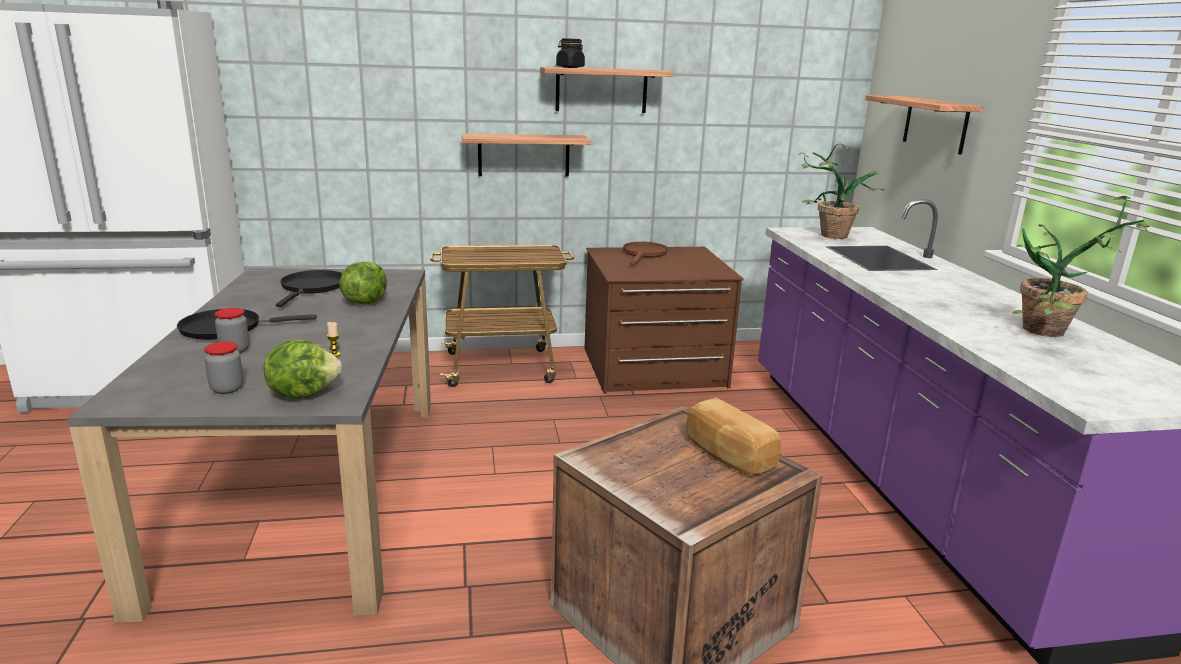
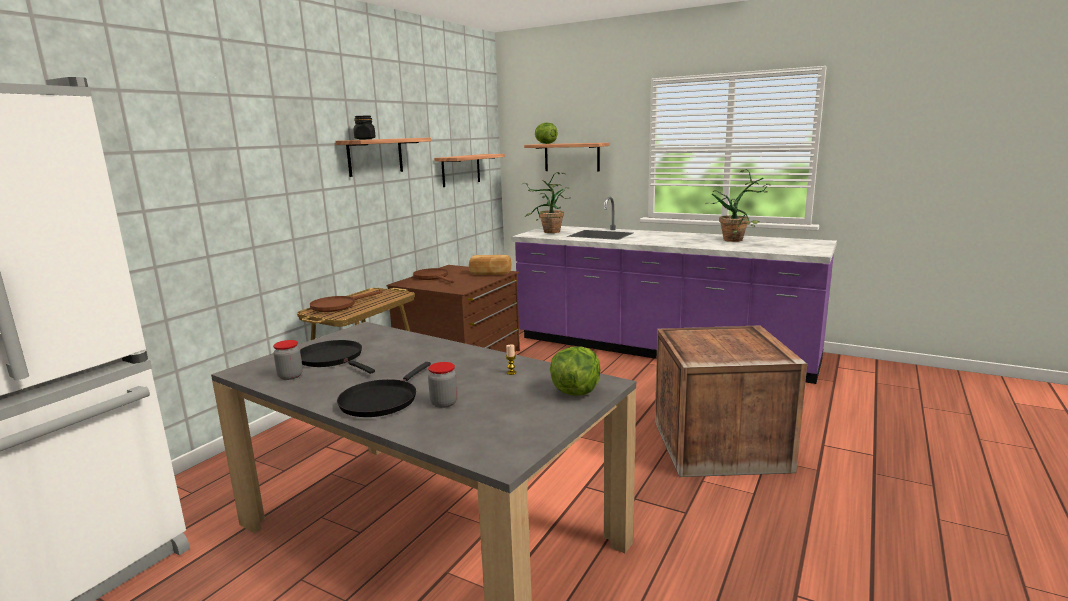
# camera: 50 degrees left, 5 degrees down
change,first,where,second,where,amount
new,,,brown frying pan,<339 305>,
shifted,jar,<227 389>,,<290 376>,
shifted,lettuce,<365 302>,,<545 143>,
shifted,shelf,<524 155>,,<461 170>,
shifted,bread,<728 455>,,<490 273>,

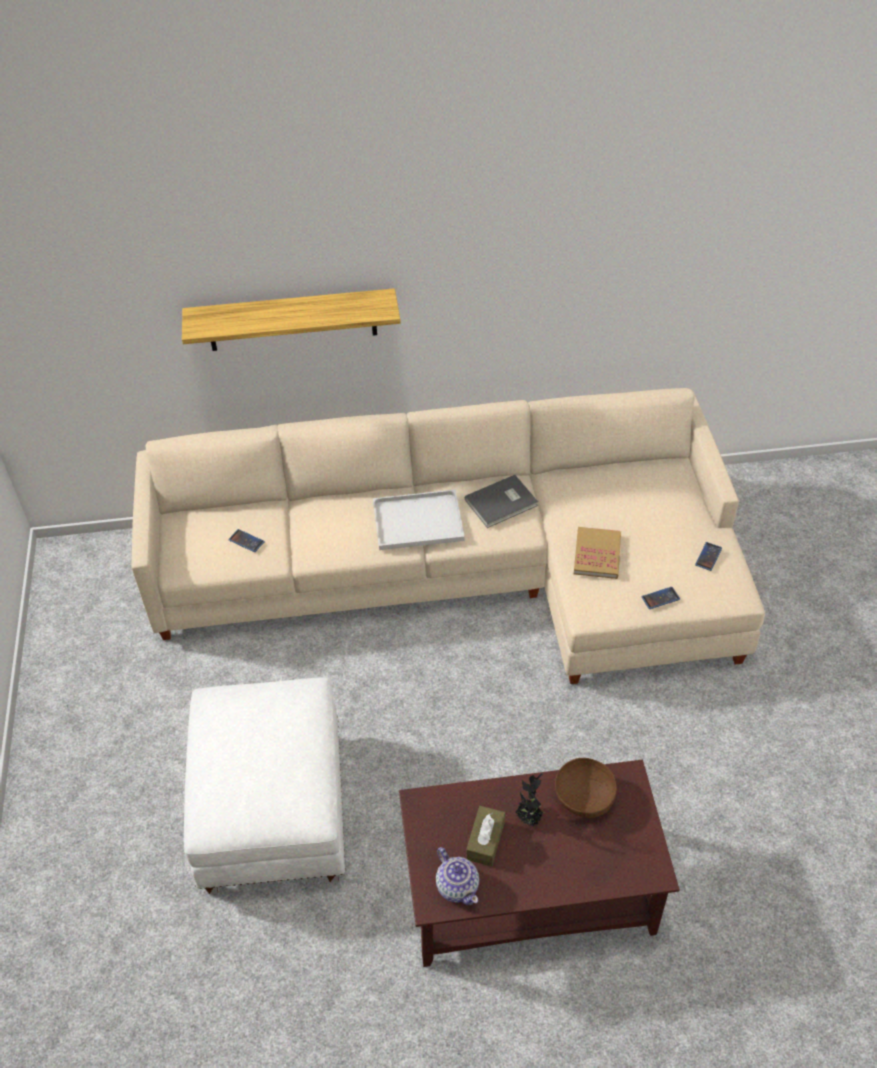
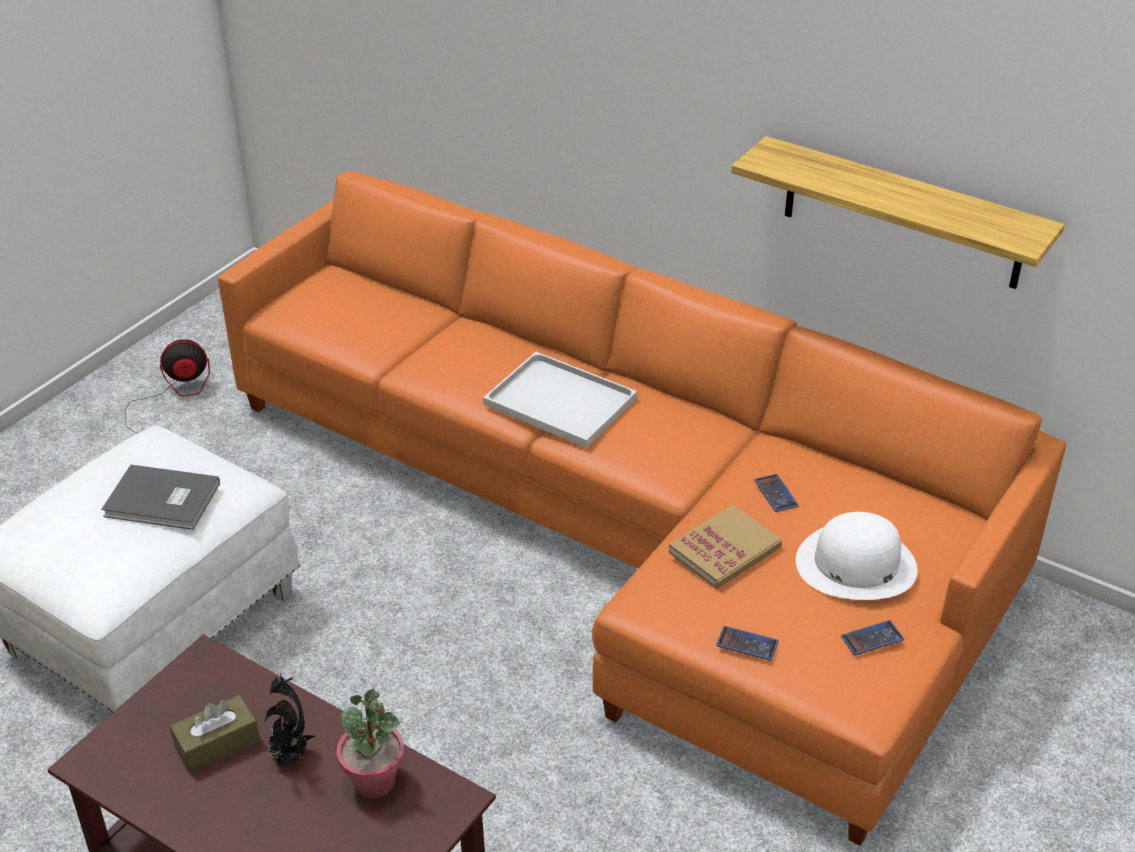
# camera: 40 degrees right, 10 degrees down
change,first,where,second,where,amount
gone,teapot,<457 886>,,,
new,,,fan,<173 399>,
new,,,white hat,<855 564>,
shifted,shelf,<292 320>,,<902 214>,
shifted,phone,<246 541>,,<776 493>,
shifted,grey book,<502 503>,,<162 502>,
swapped,brown bowl,<583 797>,potted plant,<374 781>,
repainted,beige sofa,<468 569>,orange sofa,<632 527>,

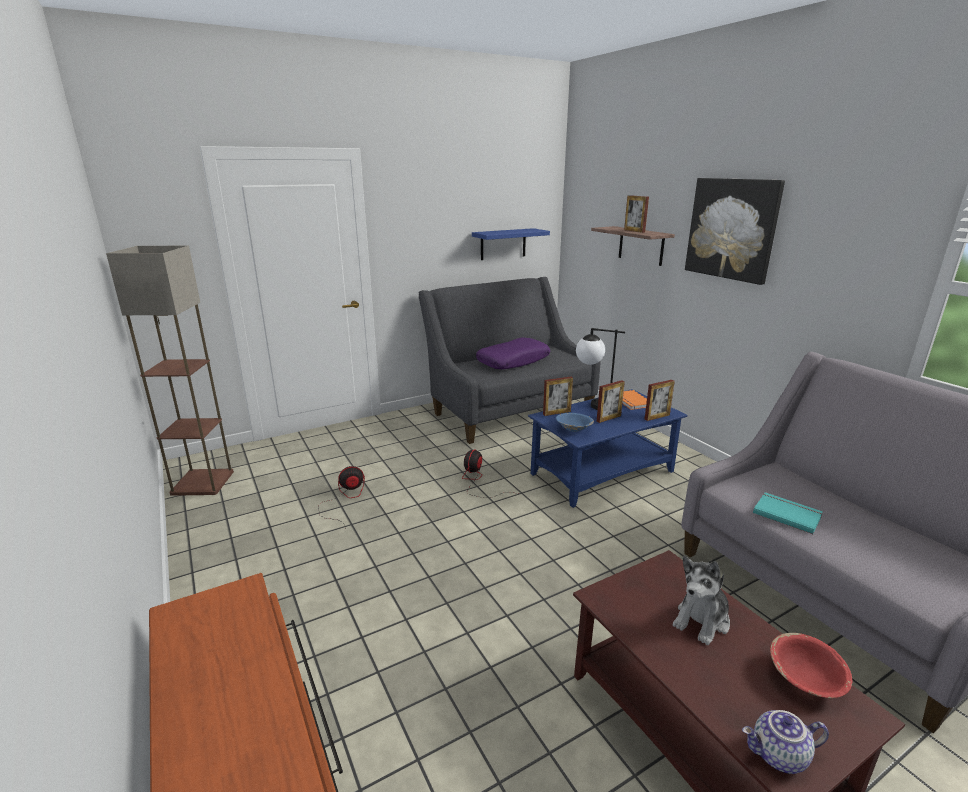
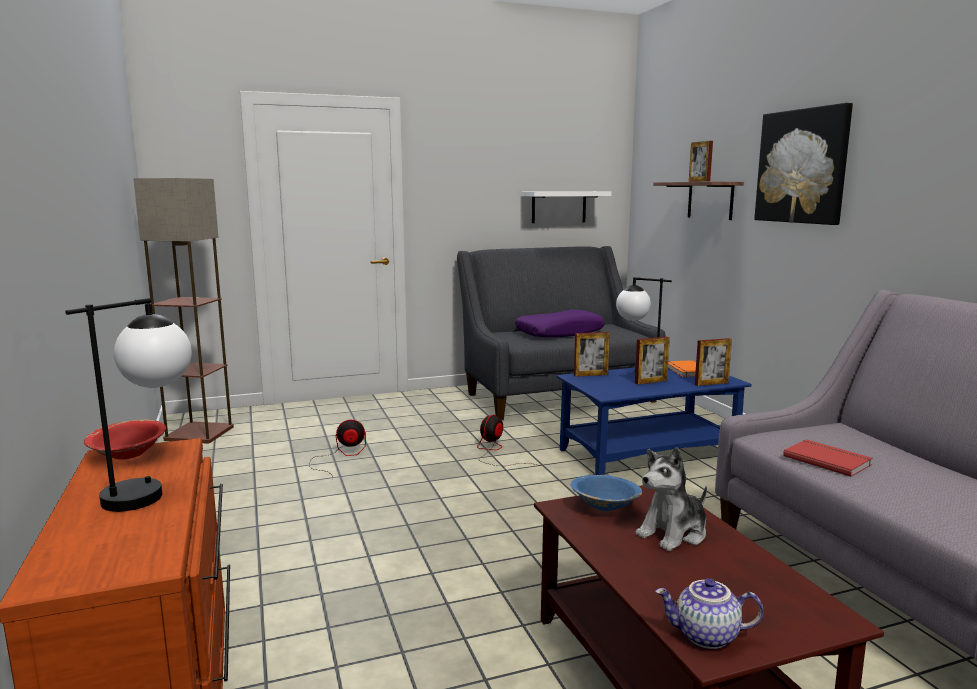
# camera: 10 degrees right, 10 degrees down
change,first,where,second,where,amount
new,,,table lamp,<153 490>,
shifted,blue bowl,<574 429>,,<605 506>,
shifted,red bowl,<805 678>,,<128 454>,
repainted,blue shelf,<503 244>,white shelf,<559 207>,
repainted,turquoise book,<787 514>,red book,<827 460>,

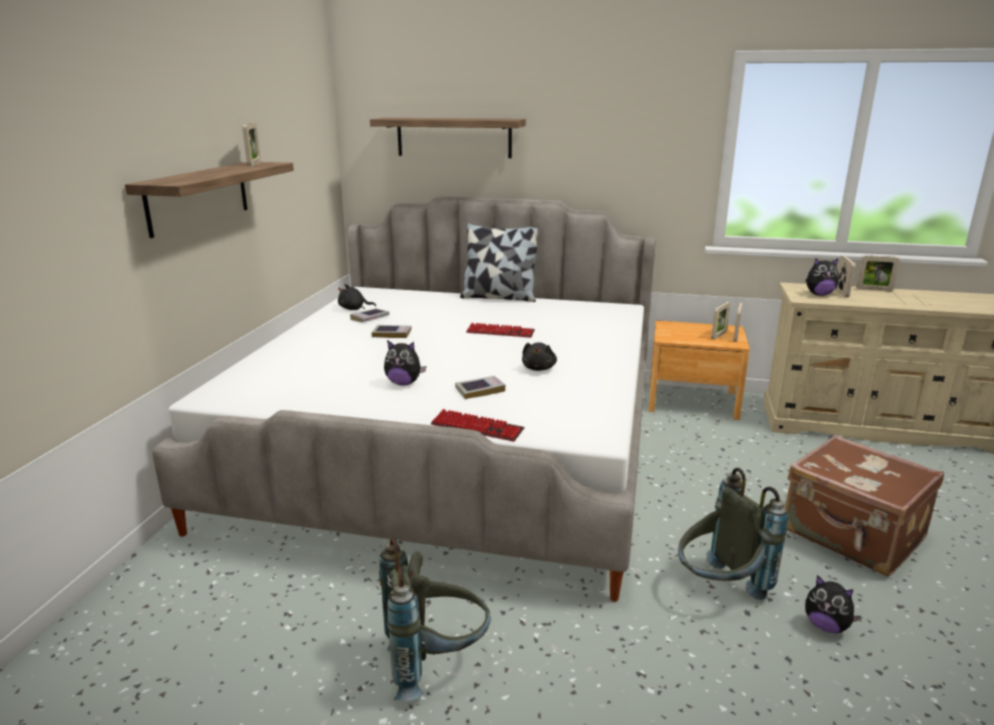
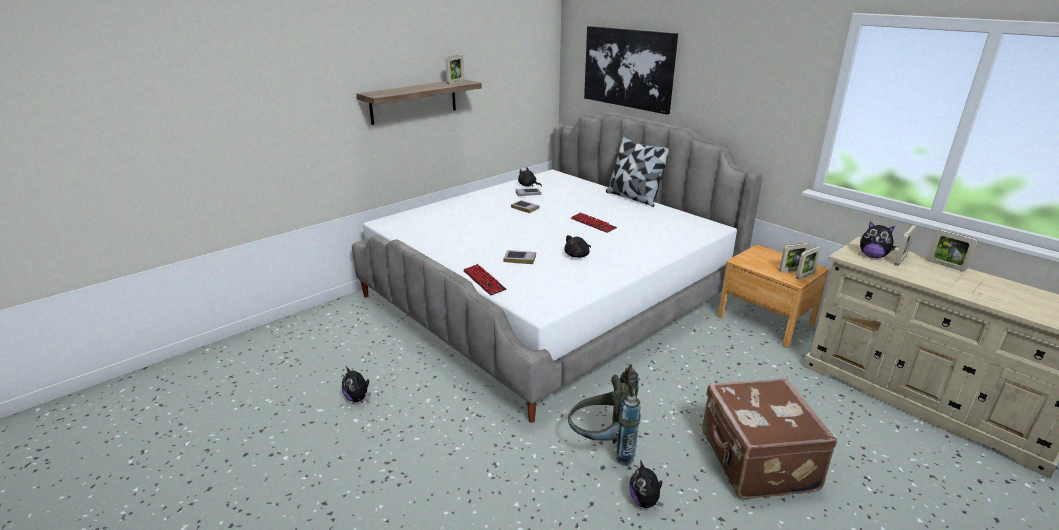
# camera: 35 degrees right, 5 degrees up
change,first,where,second,where,amount
gone,grey backpack,<435 663>,,,
shifted,plush toy,<404 383>,,<358 398>,
swapped,shelf,<454 137>,picture,<628 68>,

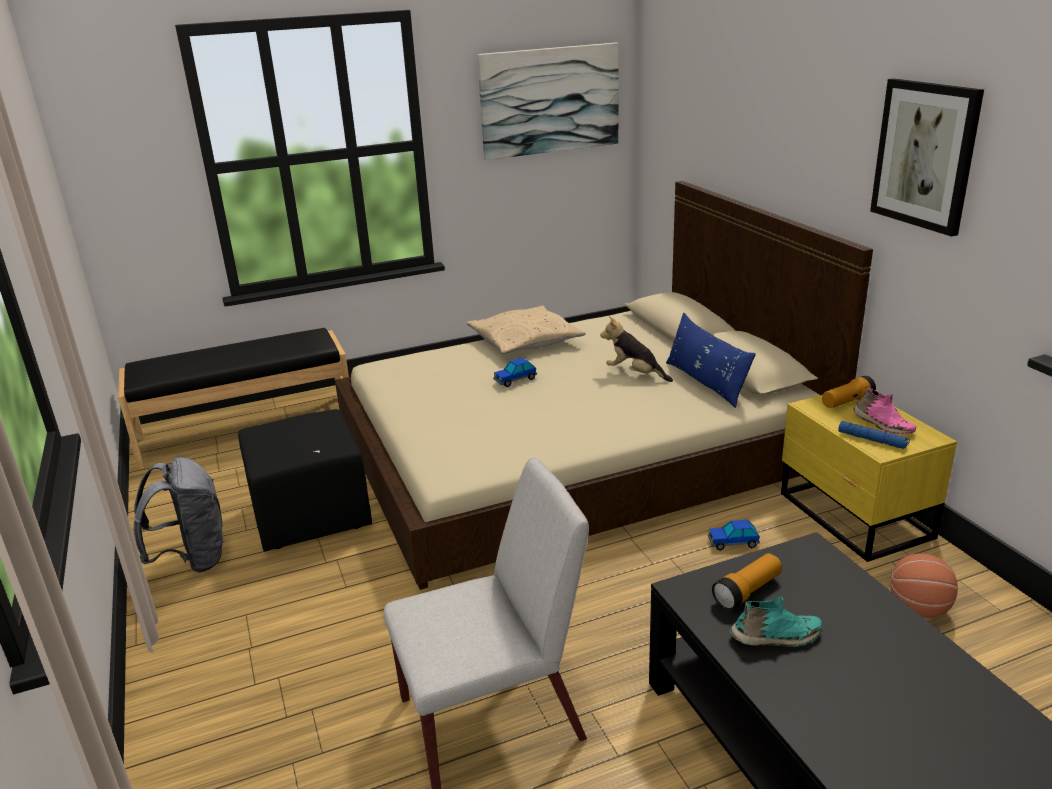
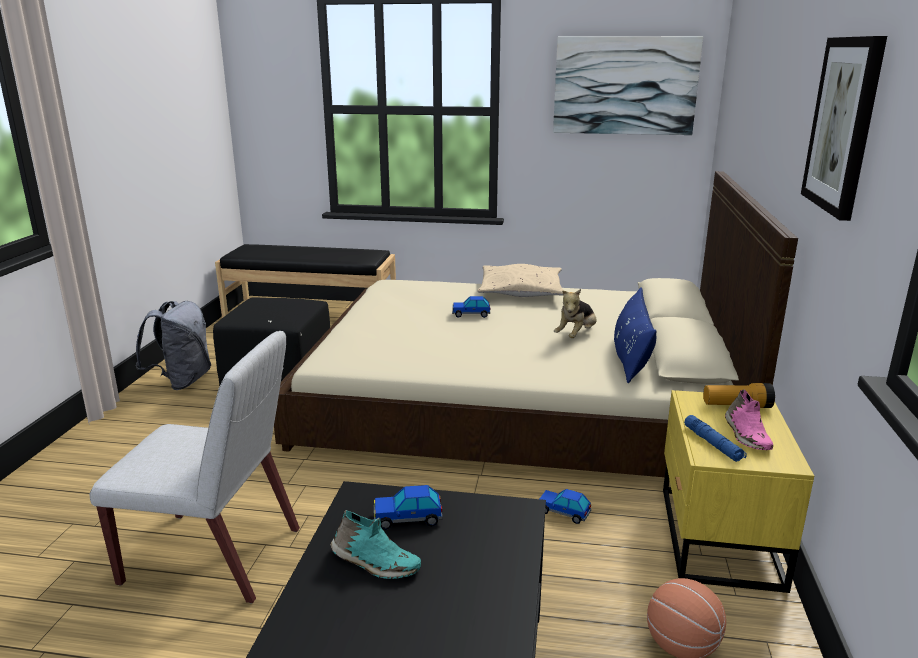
# camera: 30 degrees right, 5 degrees down
change,first,where,second,where,amount
swapped,flashlight,<747 591>,toy car,<407 518>,
rotated,plush toy,<635 374>,,<576 335>,120 degrees counterclockwise

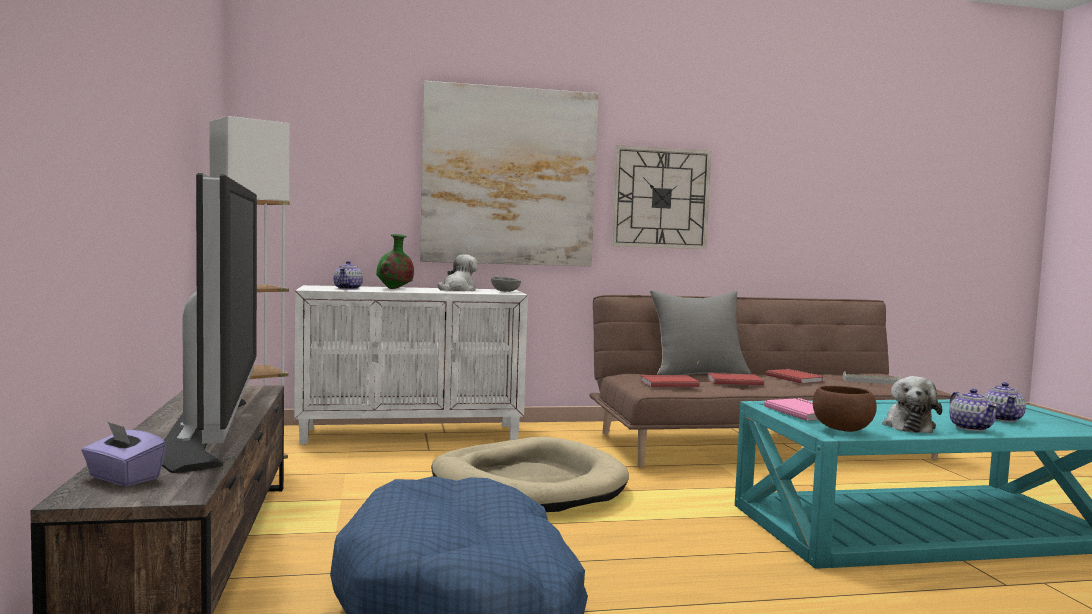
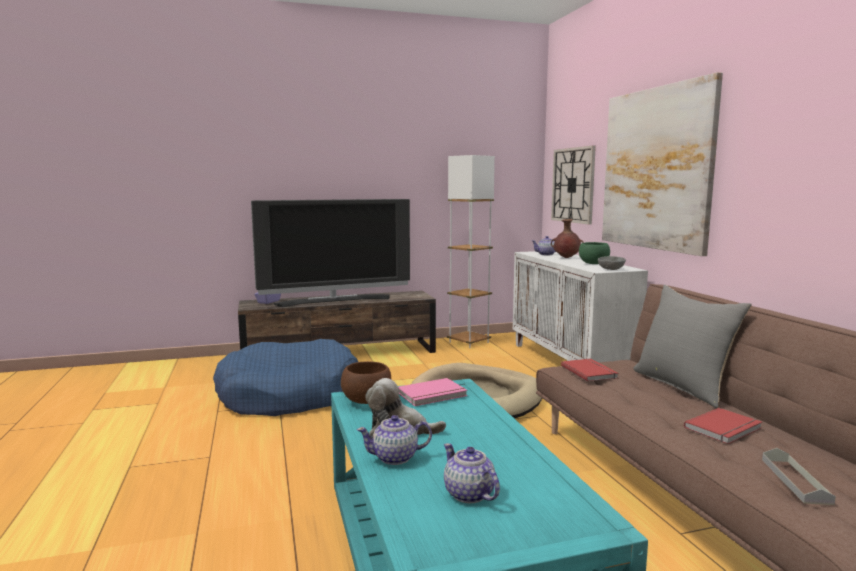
# camera: 85 degrees right, 5 degrees up
change,first,where,second,where,amount
gone,red book,<734 381>,,,
shifted,wall clock,<661 198>,,<573 185>,
swapped,plush toy,<458 290>,green bowl,<593 264>,
repainted,green vase,<394 289>,brown vase,<566 258>,
rotated,teapot,<1002 419>,,<469 494>,45 degrees clockwise

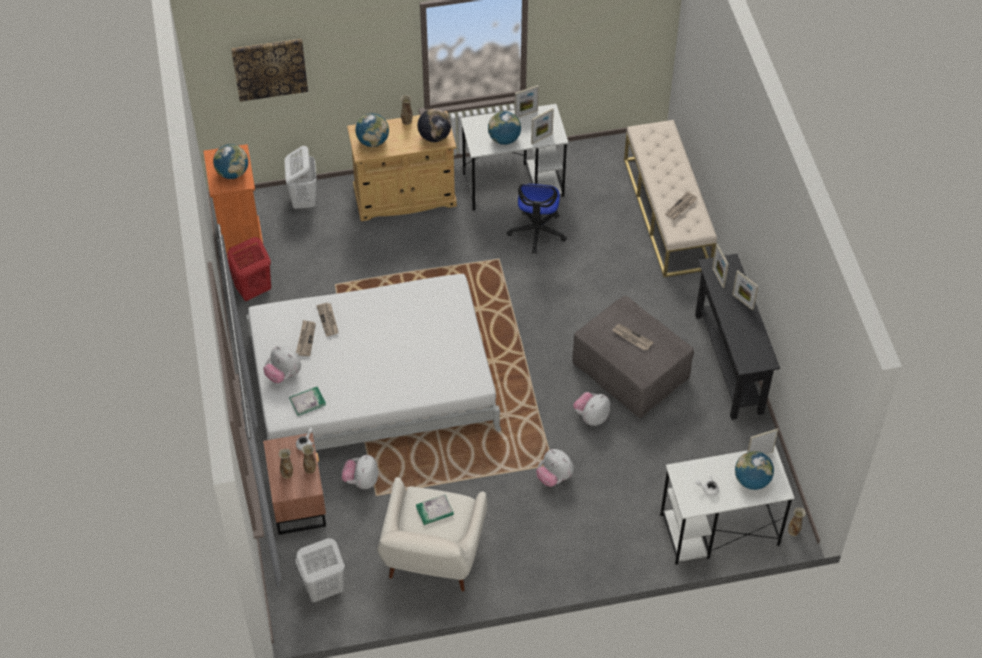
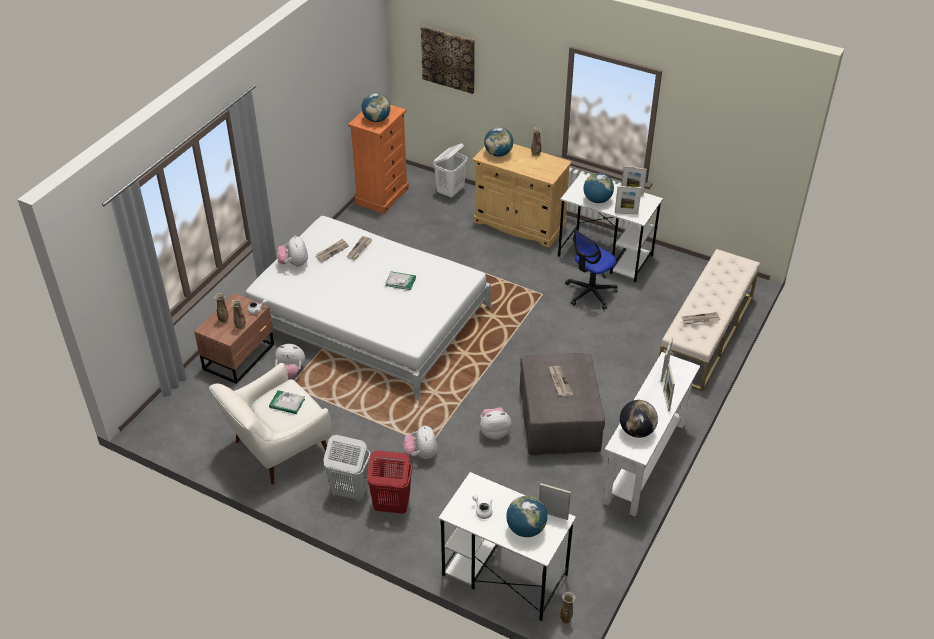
# camera: 40 degrees right, 10 degrees down
change,first,where,second,where,amount
shifted,red laundry basket,<253 291>,,<391 505>,
shifted,book,<307 402>,,<400 281>,
shifted,white laundry basket,<323 589>,,<350 491>,
shifted,globe,<434 136>,,<636 431>,
repainted,black console table,<729 363>,white console table,<645 463>,
rotated,plush toy,<361 481>,,<290 371>,135 degrees counterclockwise

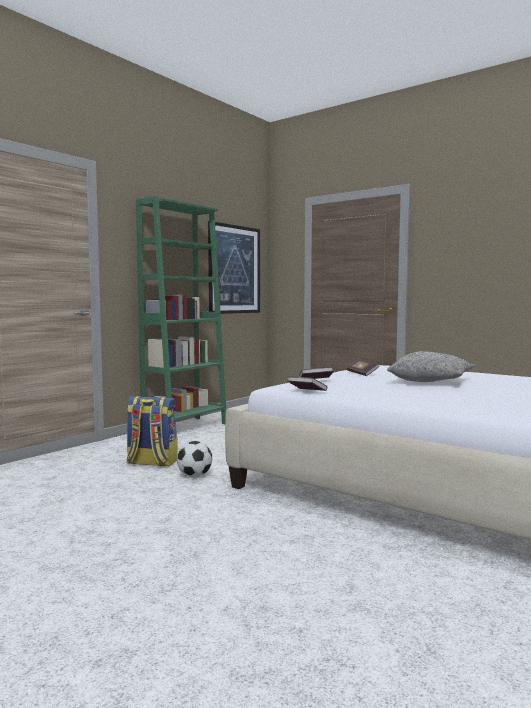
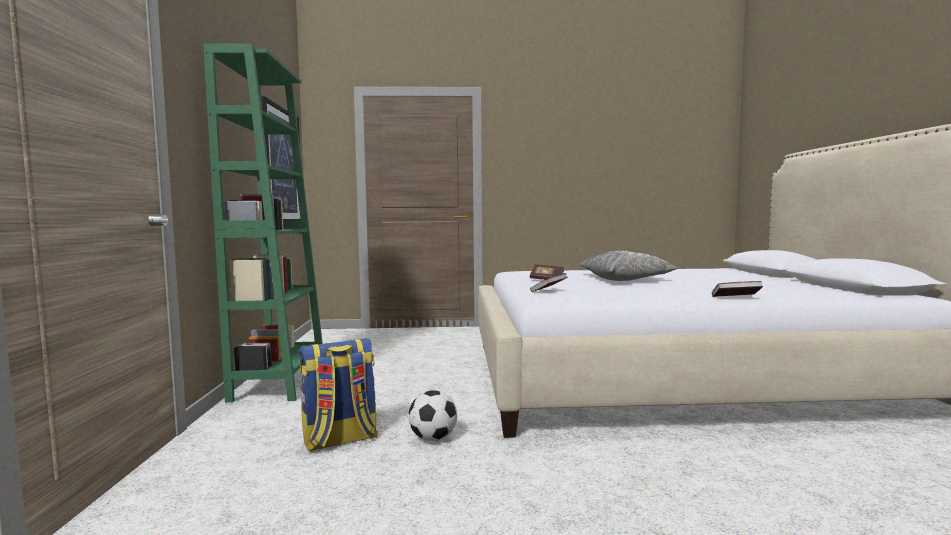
# camera: 40 degrees left, 0 degrees up
change,first,where,second,where,amount
shifted,book,<306 392>,,<736 298>,

